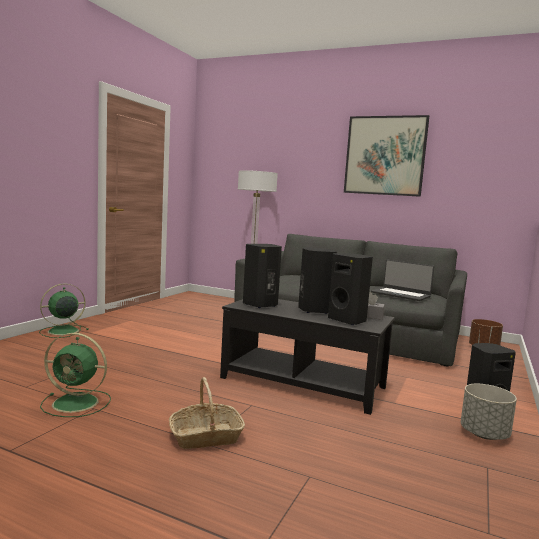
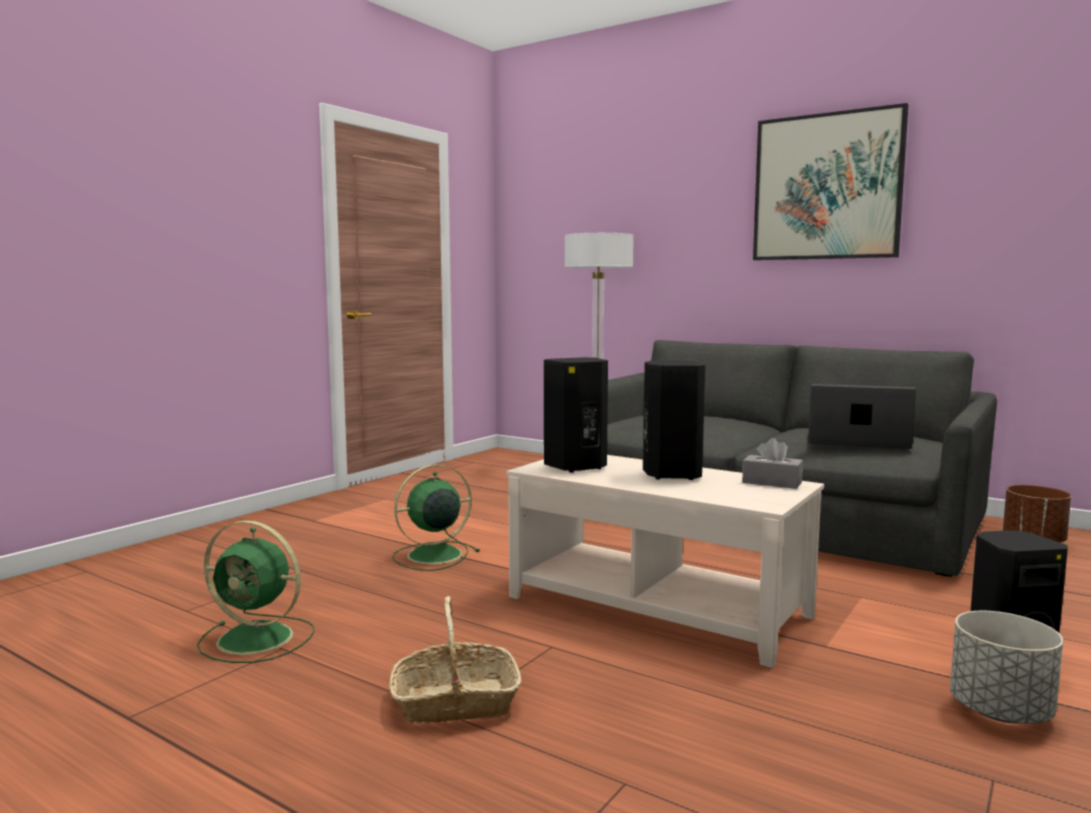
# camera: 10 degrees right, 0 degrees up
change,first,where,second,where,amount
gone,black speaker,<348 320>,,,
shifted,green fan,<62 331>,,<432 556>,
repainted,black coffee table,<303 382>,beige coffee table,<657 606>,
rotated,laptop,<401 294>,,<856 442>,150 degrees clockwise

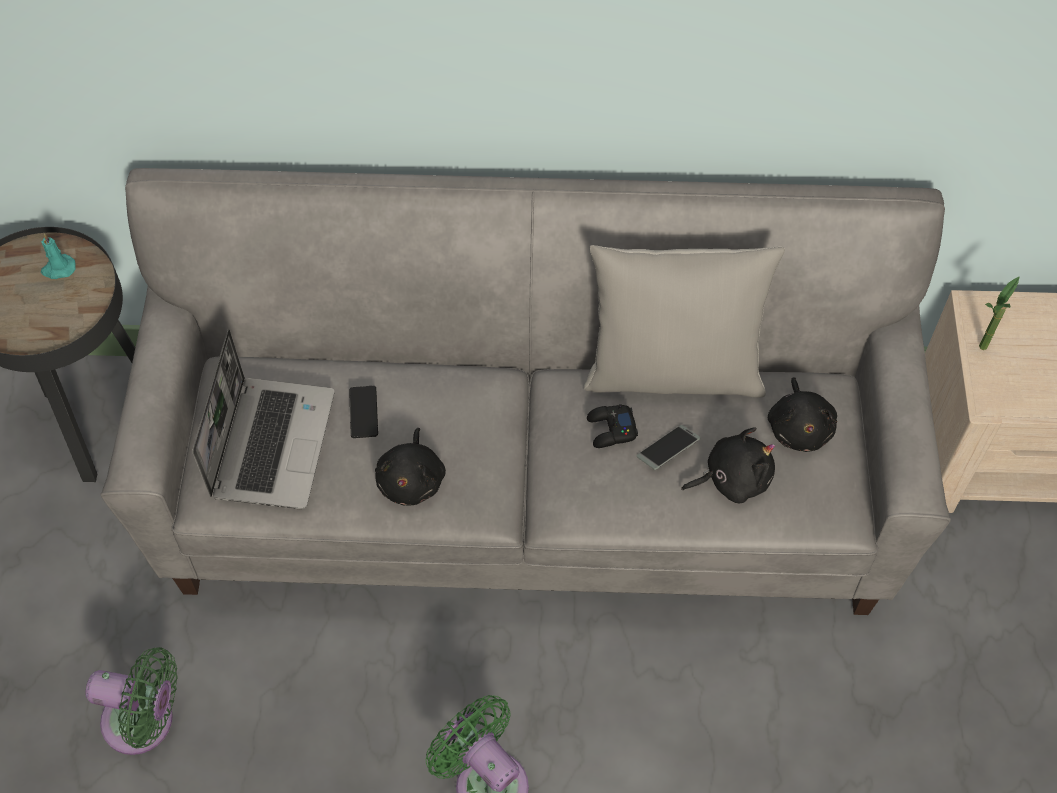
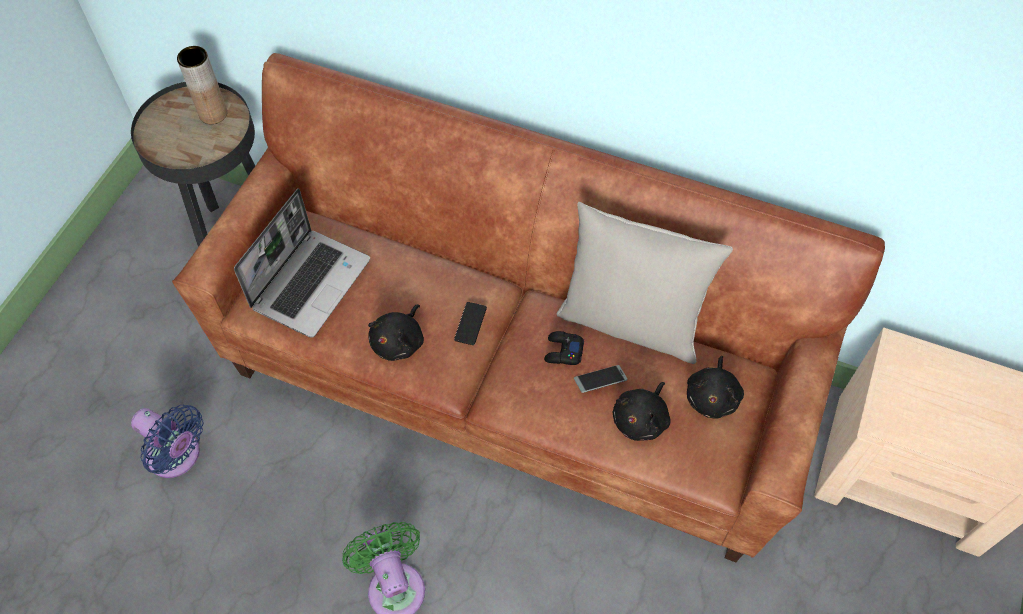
# camera: 20 degrees right, 0 degrees up
change,first,where,second,where,amount
gone,potted plant,<980 353>,,,
shifted,phone,<363 412>,,<470 324>,
swapped,turquoise candle,<58 268>,brown vase,<213 114>,
repainted,green fan,<145 722>,blue fan,<177 456>,
repainted,grey sofa,<527 492>,brown sofa,<511 381>,
rotated,black plush toy,<732 478>,,<641 419>,120 degrees clockwise

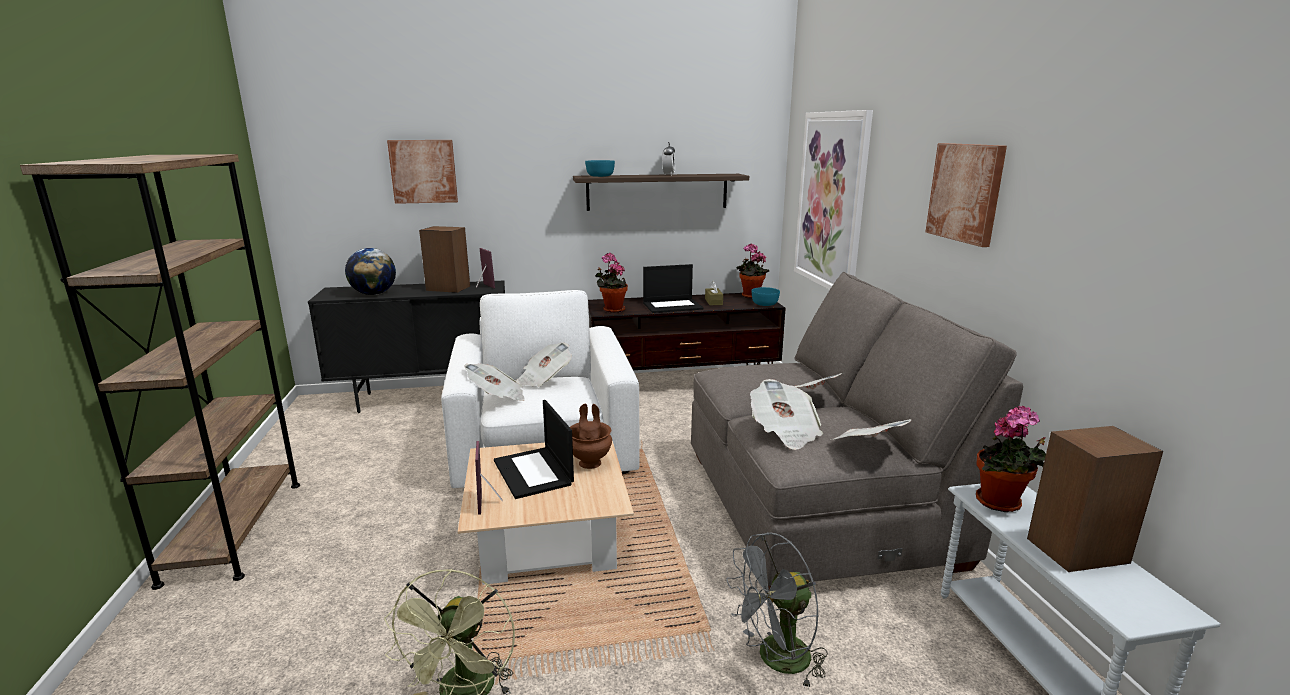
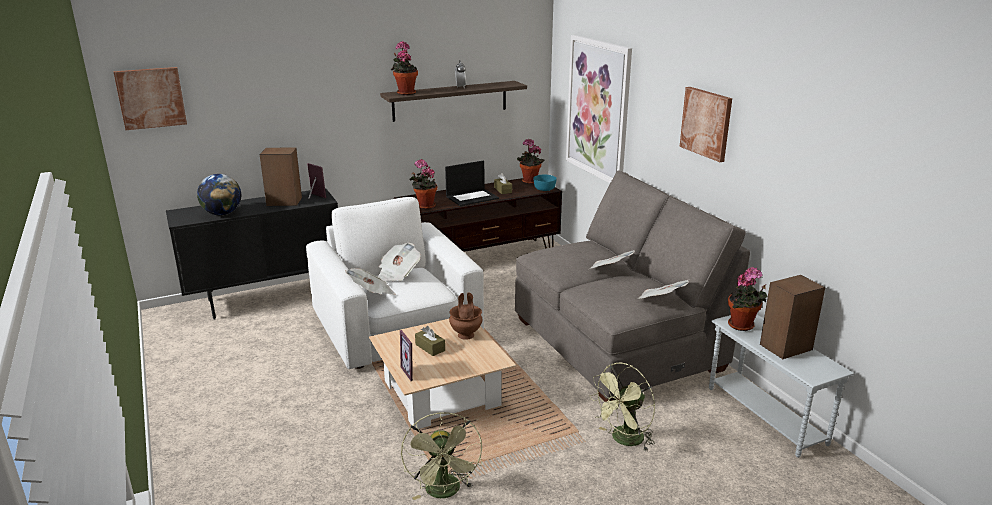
# camera: 15 degrees left, 5 degrees up
change,first,where,second,where,amount
gone,brown bookcase,<235 530>,,,
gone,newspaper,<784 432>,,,
shifted,picture,<423 171>,,<151 98>,
swapped,laptop,<534 473>,brown tissue box,<430 347>,
swapped,turquoise bowl,<599 176>,potted plant,<405 93>,
repainted,grey fan,<776 660>,green fan,<623 440>,

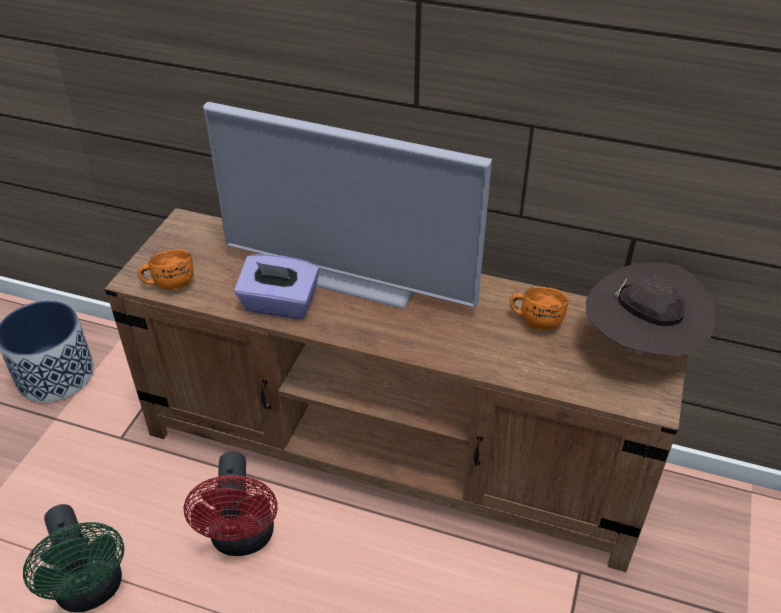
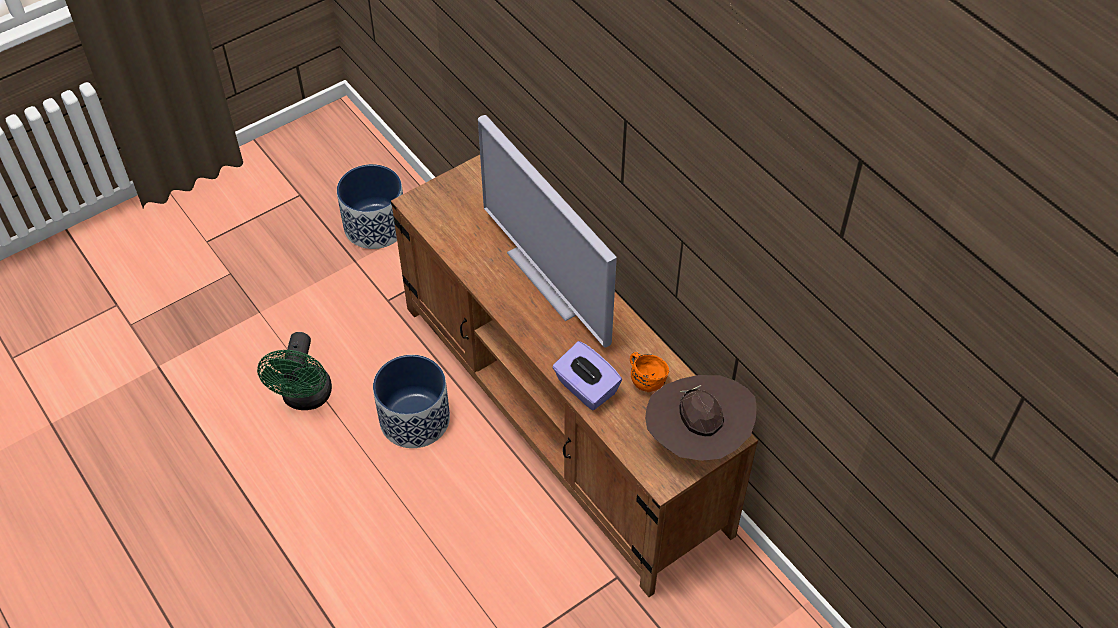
# camera: 35 degrees right, 10 degrees up
change,first,where,second,where,amount
gone,orange mug,<169 283>,,,
shifted,purple tissue box,<279 305>,,<586 388>,
swapped,red fan,<242 539>,planter,<415 419>,

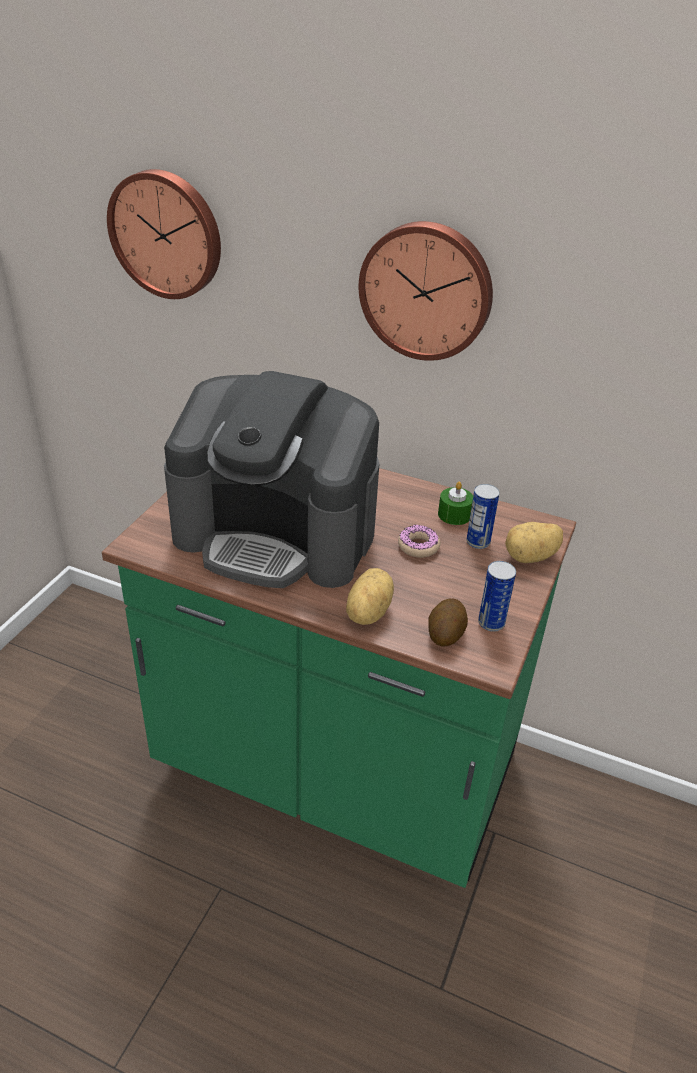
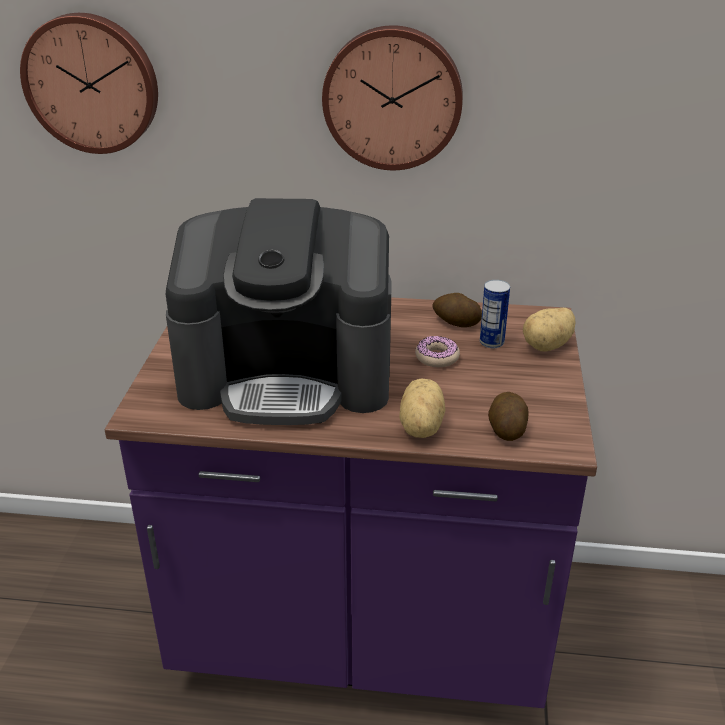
# camera: 15 degrees left, 5 degrees down
change,first,where,second,where,amount
gone,can,<491 623>,,,
swapped,green candle,<454 514>,potato,<456 323>,
repainted,green counter,<336 770>,purple counter,<362 632>,

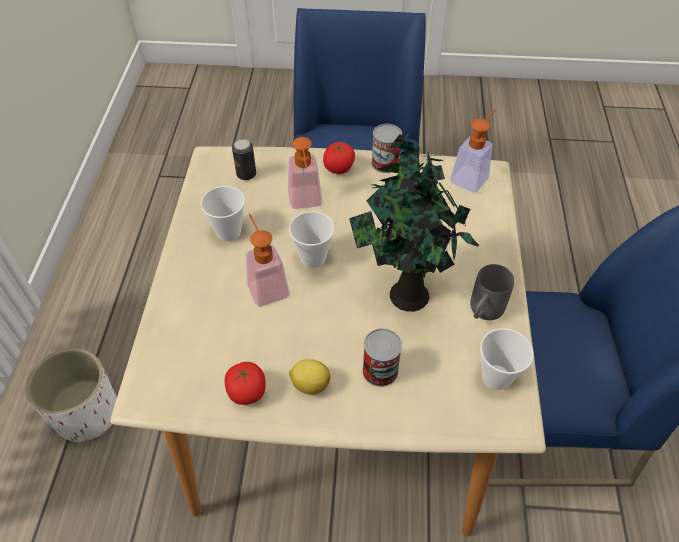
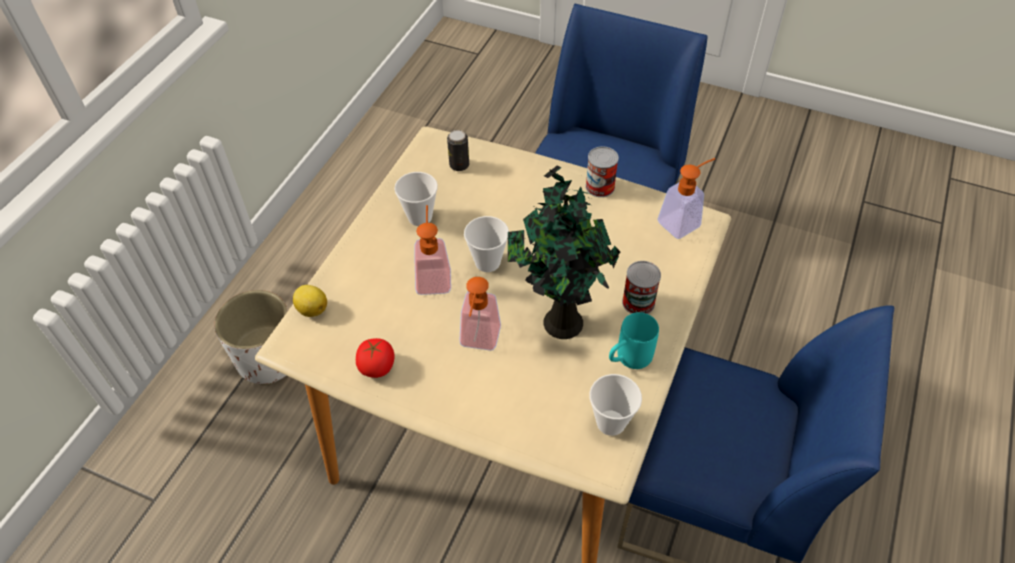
# camera: 20 degrees right, 0 degrees up
change,first,where,second,where,amount
gone,tomato,<339 168>,,,
shifted,soap dispenser,<306 203>,,<478 342>,
shifted,lemon,<309 384>,,<312 309>,
shifted,can,<380 370>,,<638 302>,
repainted,grey mug,<483 312>,turquoise mug,<628 359>,

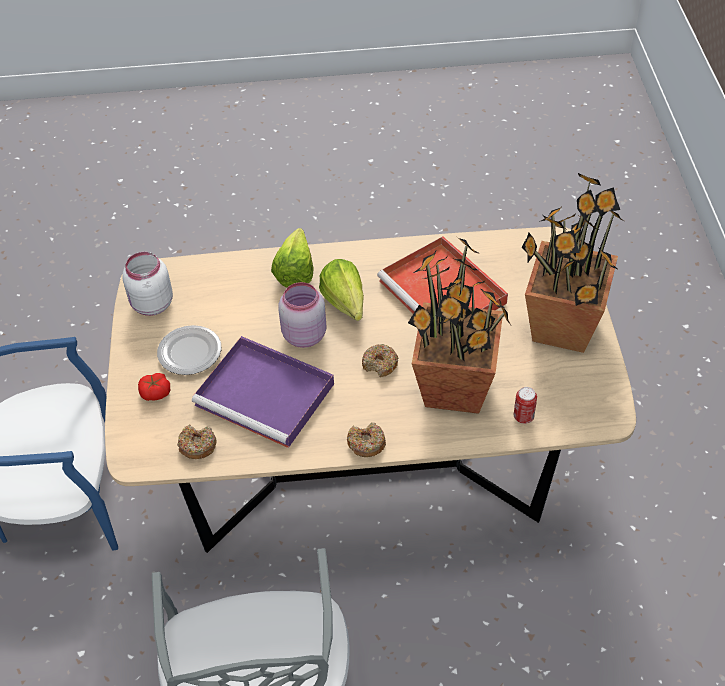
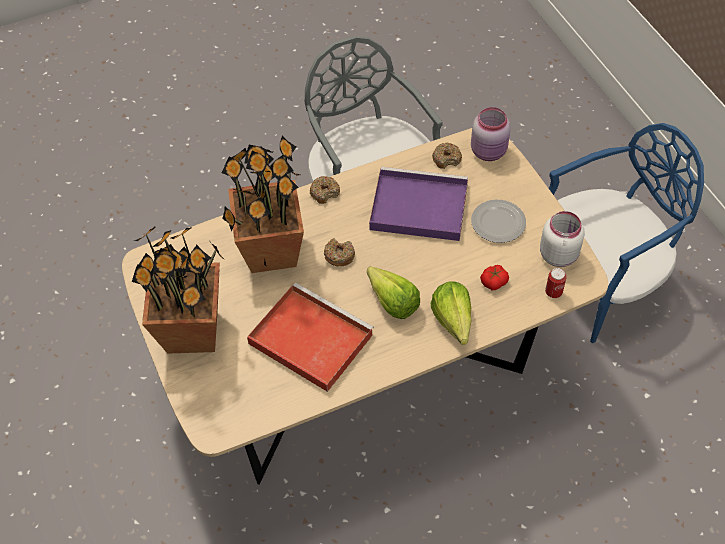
# camera: 160 degrees right, 5 degrees up
change,first,where,second,where,amount
shifted,tomato,<155 392>,,<493 282>,
shifted,pink jar,<303 335>,,<489 152>,
shifted,can,<523 417>,,<553 292>,

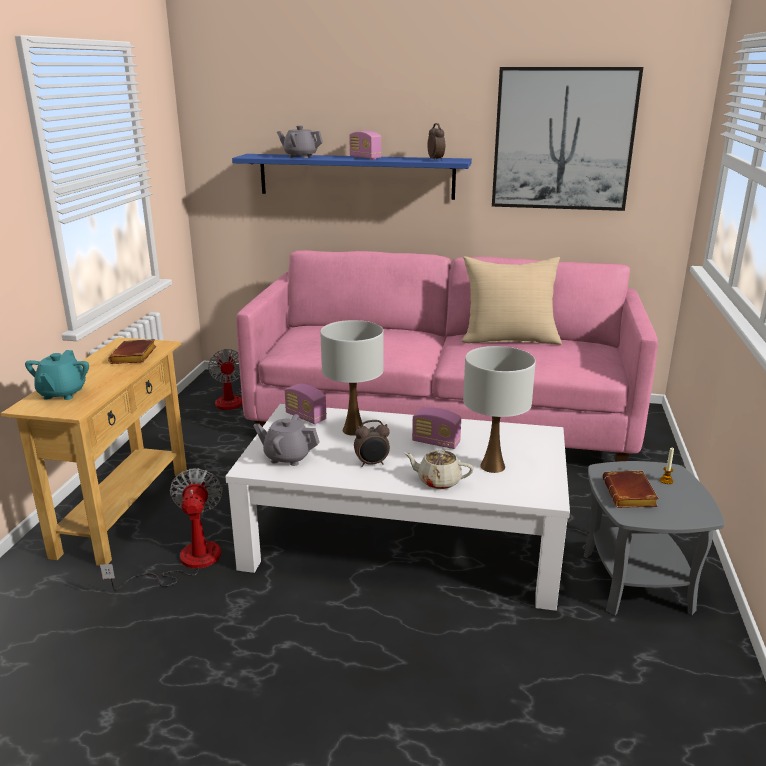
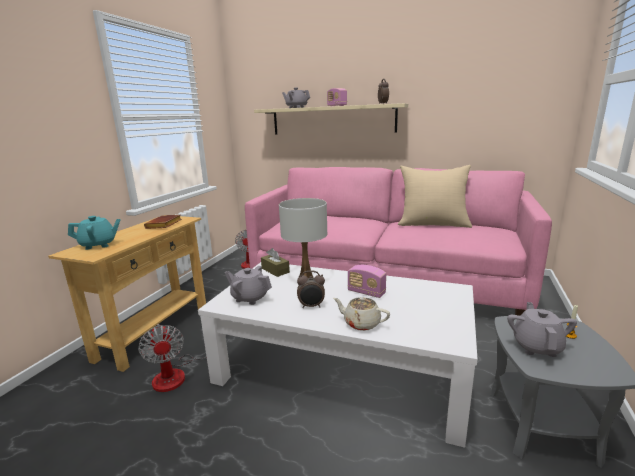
# camera: 10 degrees right, 5 degrees down
change,first,where,second,where,amount
gone,white table lamp,<492 466>,,,
gone,picture,<563 139>,,,
swapped,radio,<305 417>,brown tissue box,<275 270>,
swapped,brown book,<631 495>,grey teapot,<536 347>,
repainted,blue shelf,<356 176>,beige shelf,<332 120>,
rotated,turquoise teapot,<62 393>,,<98 245>,120 degrees counterclockwise
rotated,fan,<186 562>,,<178 373>,150 degrees clockwise

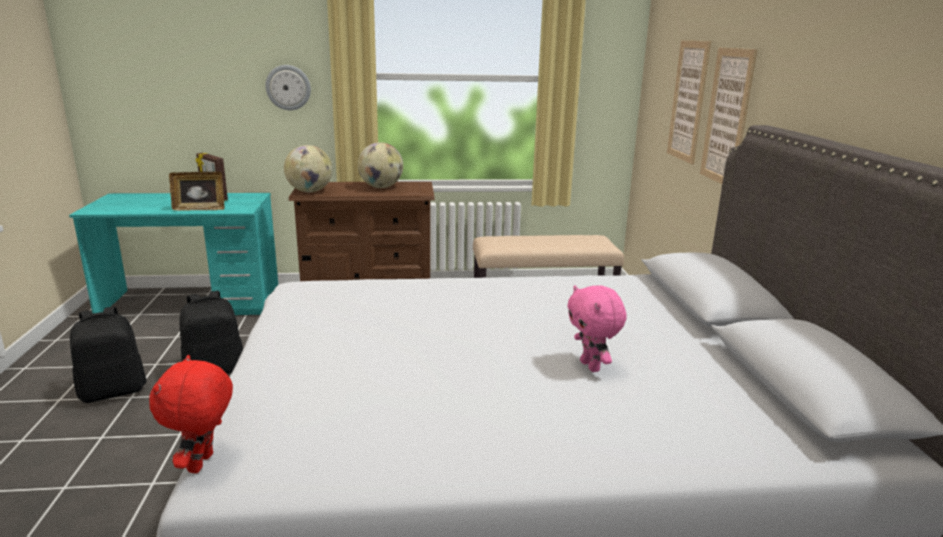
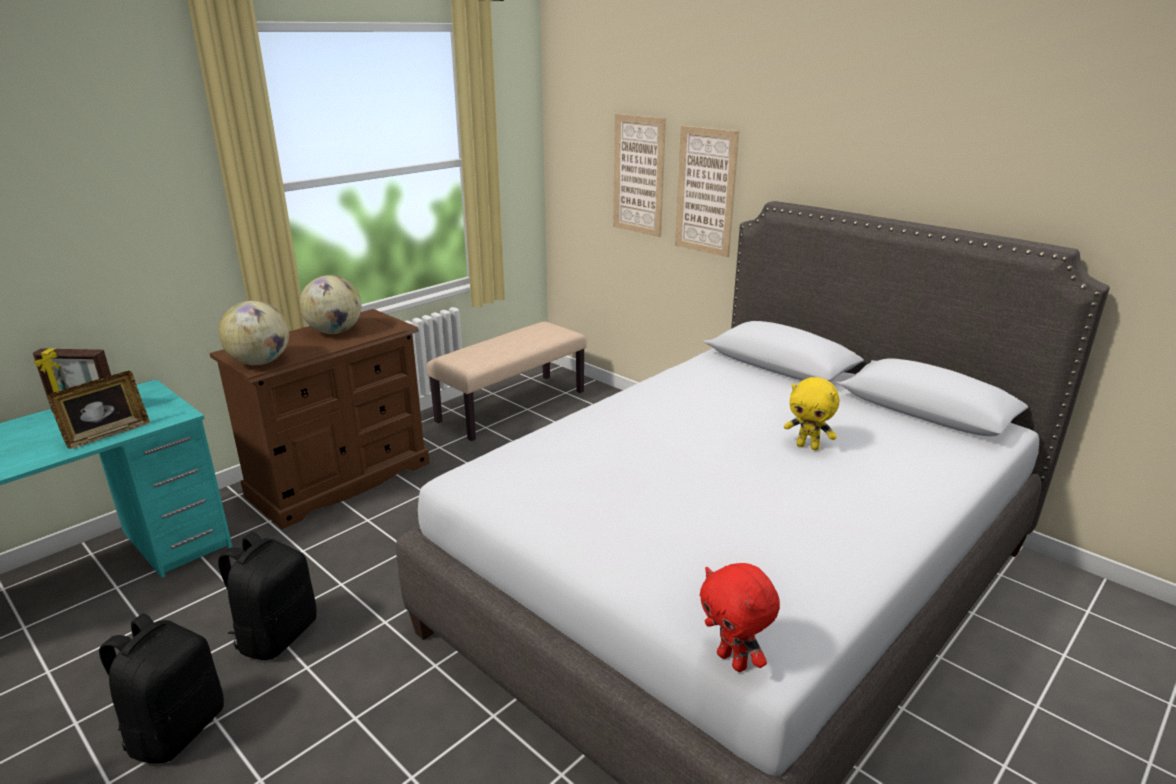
# camera: 40 degrees left, 5 degrees up
change,first,where,second,where,amount
gone,wall clock,<288 87>,,,
repainted,pink plush toy,<591 366>,yellow plush toy,<808 446>,

